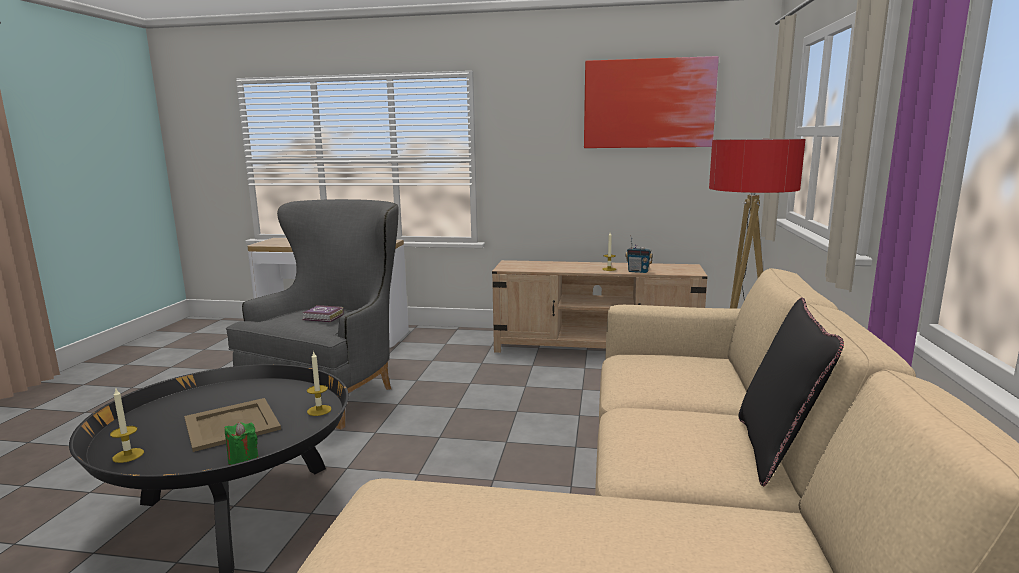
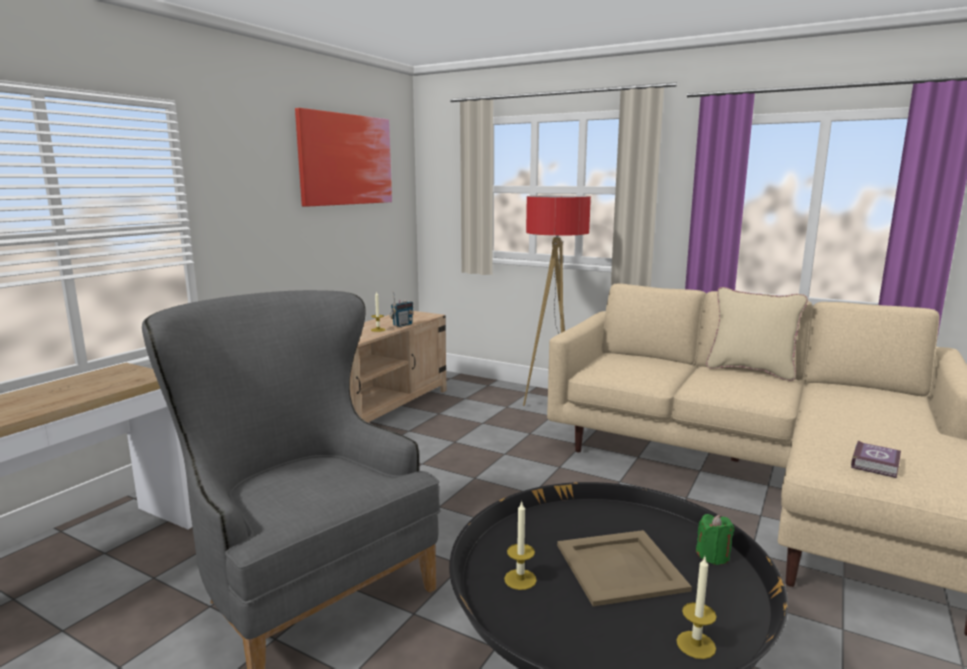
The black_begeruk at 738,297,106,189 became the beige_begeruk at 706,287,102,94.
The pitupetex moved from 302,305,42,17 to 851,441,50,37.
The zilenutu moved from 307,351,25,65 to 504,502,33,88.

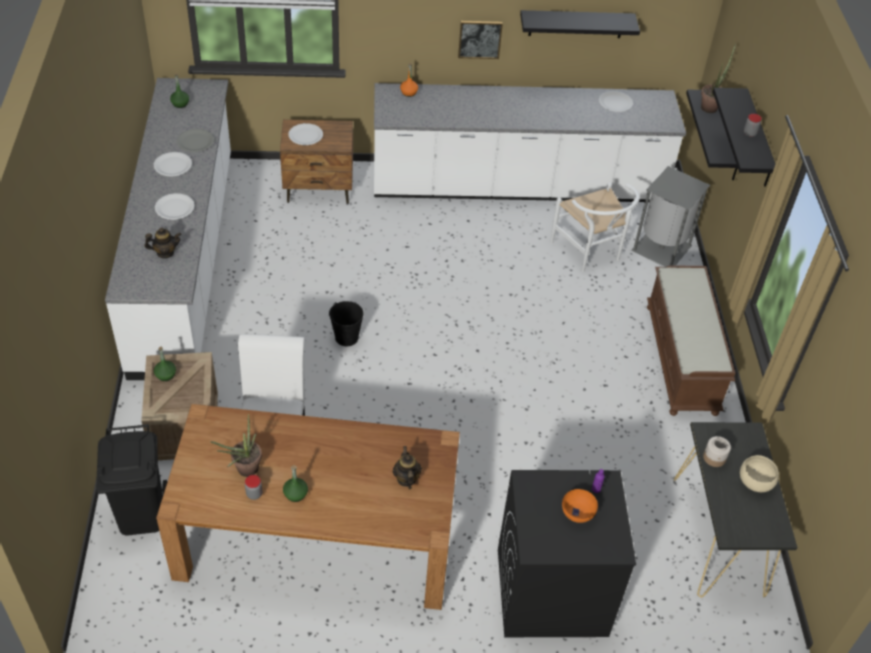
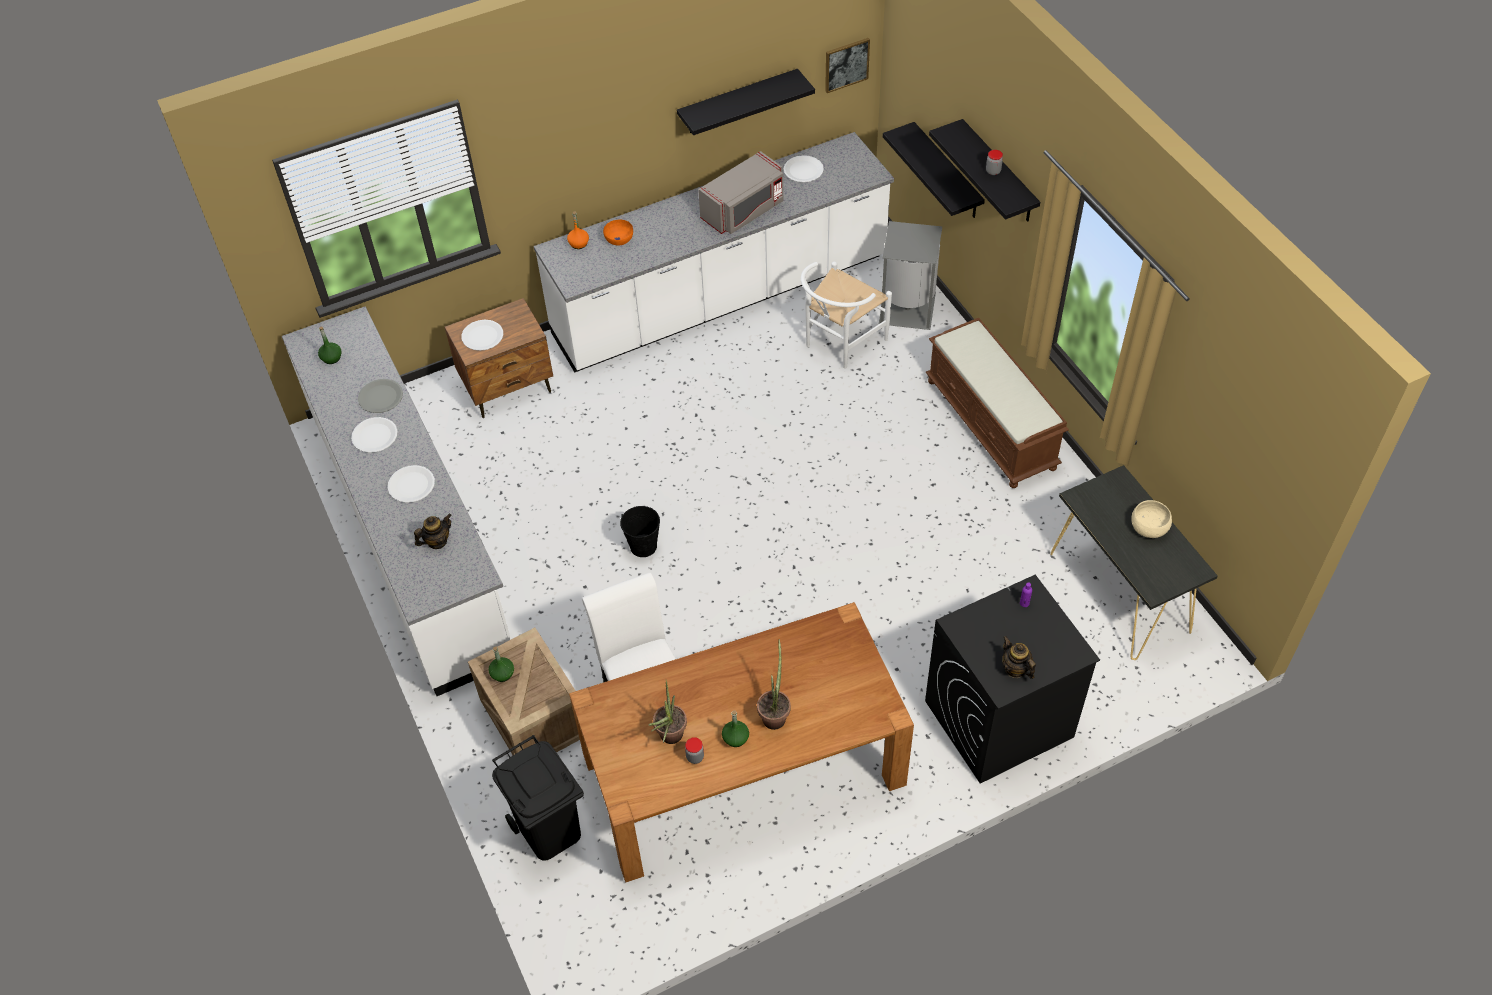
The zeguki moved from 458,21,45,38 to 825,38,45,55.
The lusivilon moved from 701,43,35,70 to 757,639,34,91.
The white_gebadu at 551,183,89,89 turned 90 degrees clockwise.
The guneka at 703,436,28,31 disappeared.
The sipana moved from 393,446,29,43 to 1002,636,34,43.
The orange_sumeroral moved from 562,489,36,34 to 603,220,30,26.
The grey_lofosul at 698,151,85,83 appeared.

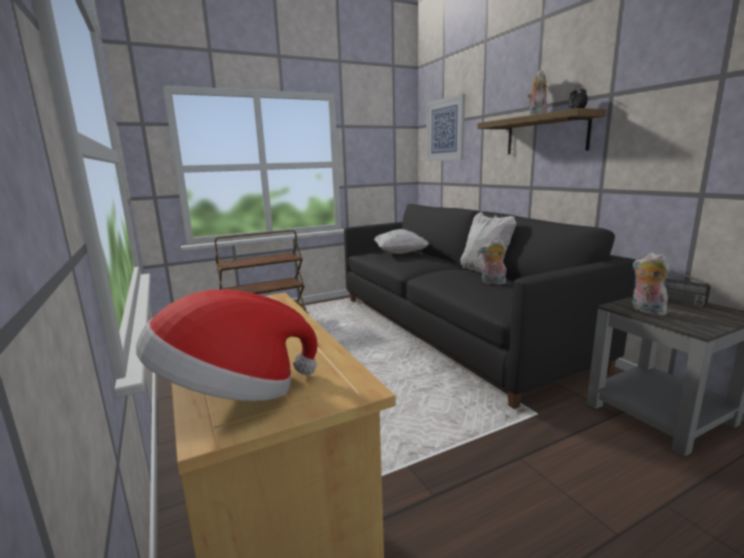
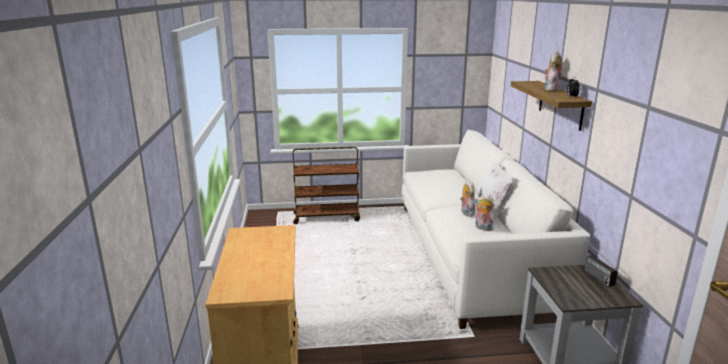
The zeguki at 426,94,39,67 disappeared.
The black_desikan at 344,204,292,205 became the white_desikan at 402,130,188,199.
The white_begeruk at 373,229,56,25 disappeared.
The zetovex moved from 632,253,38,63 to 460,180,15,37.
The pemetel at 136,289,182,112 disappeared.

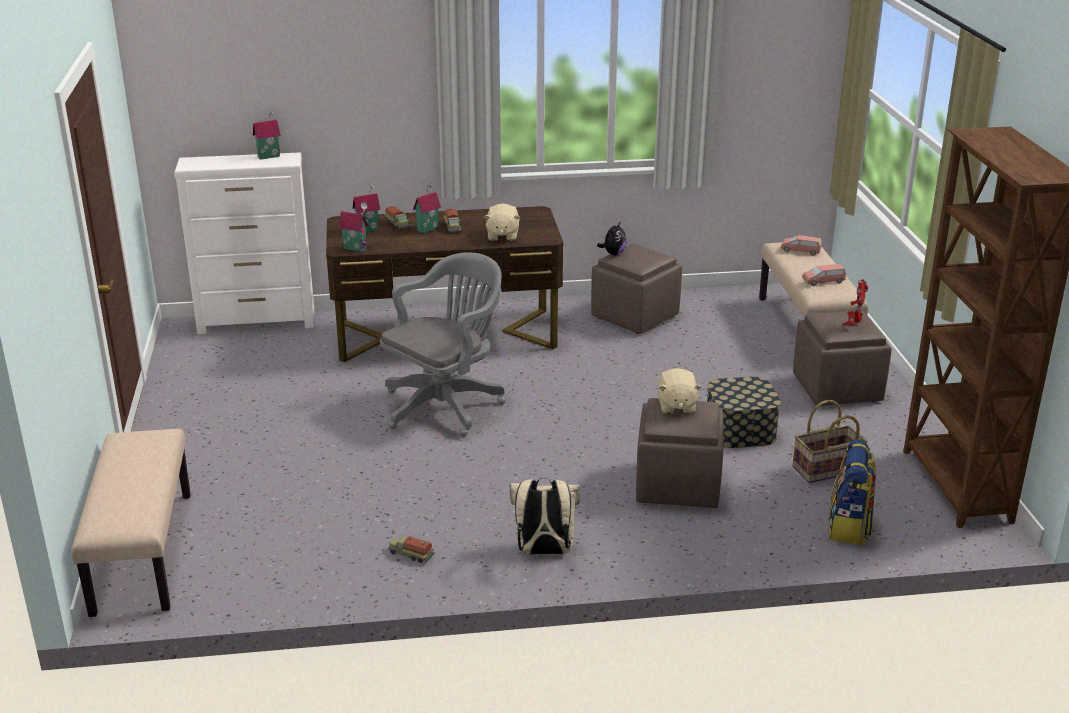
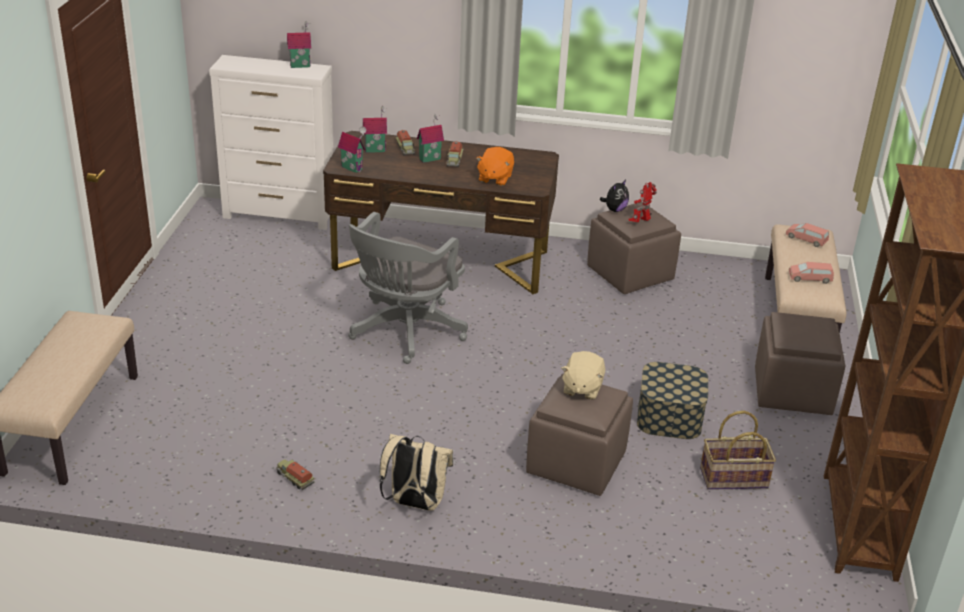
The beige_zetovex at 484,204,36,38 became the orange_zetovex at 476,147,38,39.
The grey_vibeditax at 380,252,126,185 turned 150 degrees clockwise.
The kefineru moved from 843,279,25,46 to 628,182,29,40.
The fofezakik at 828,439,48,106 disappeared.

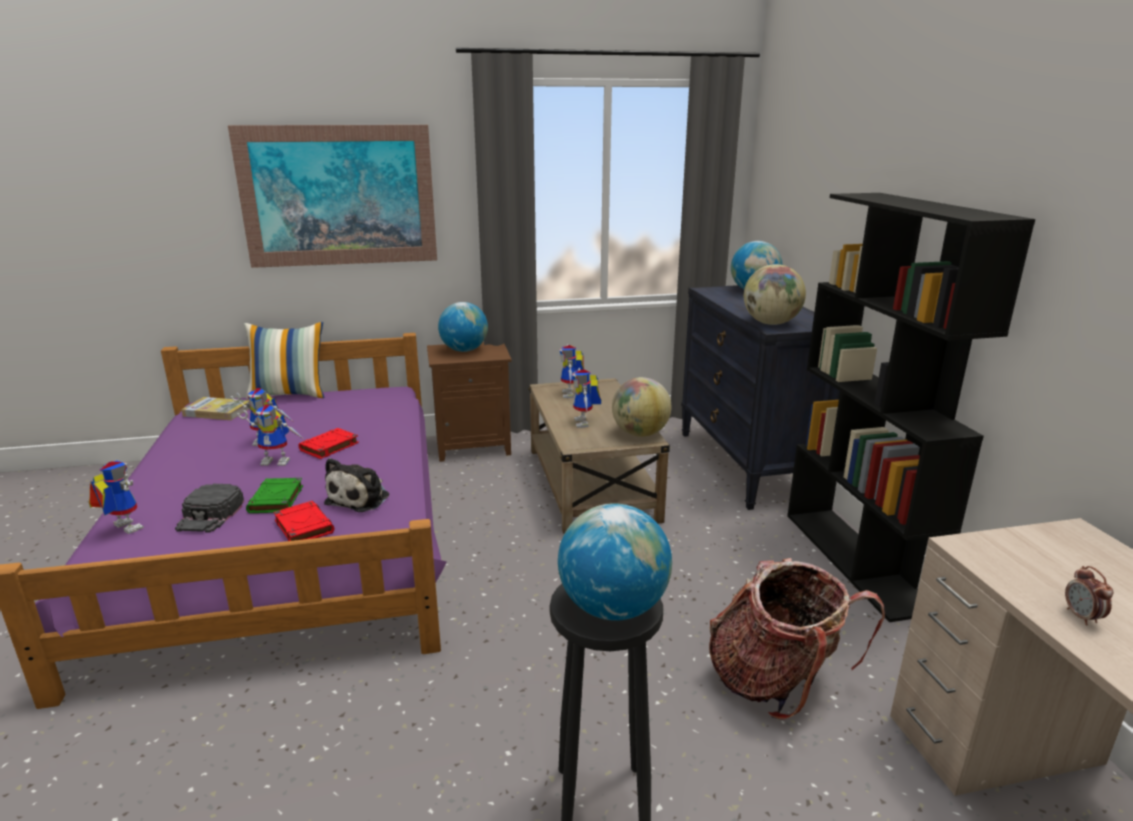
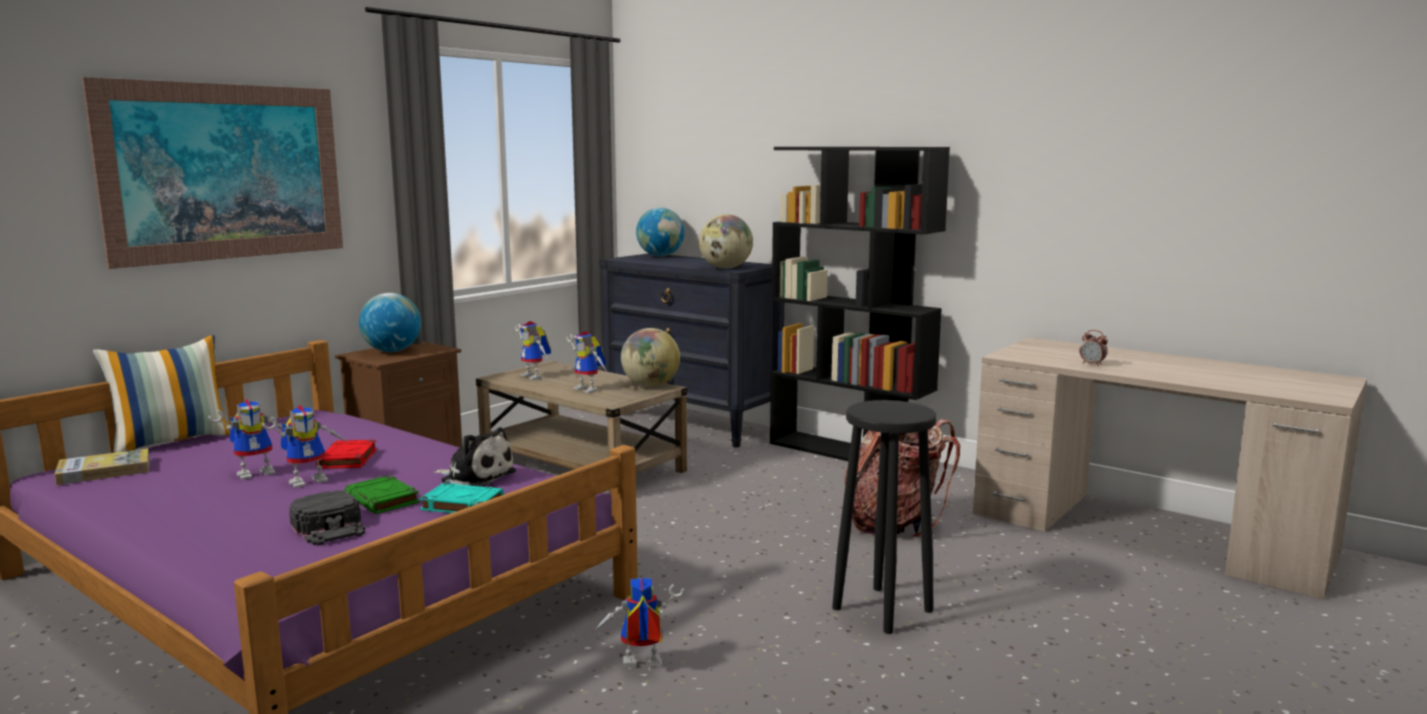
The zetovex at 324,458,65,54 turned 45 degrees counterclockwise.
The kefineru moved from 89,460,55,74 to 593,578,91,90.
The red_pitupetex at 274,501,60,40 became the turquoise_pitupetex at 419,483,85,30.
The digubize at 558,503,114,118 disappeared.

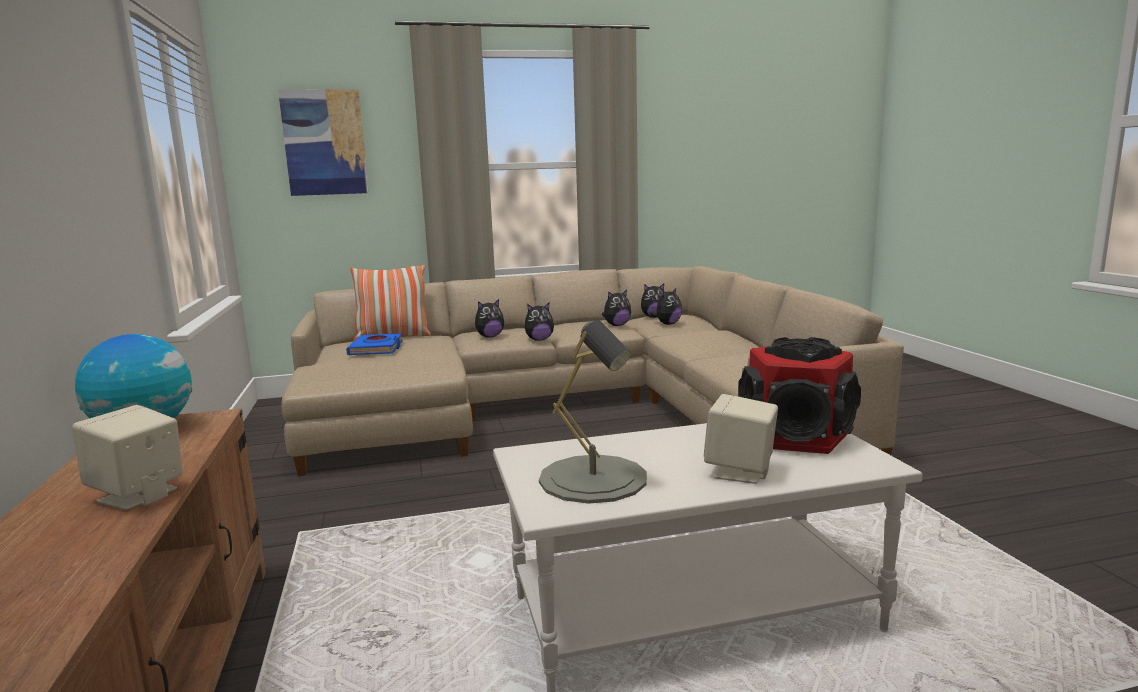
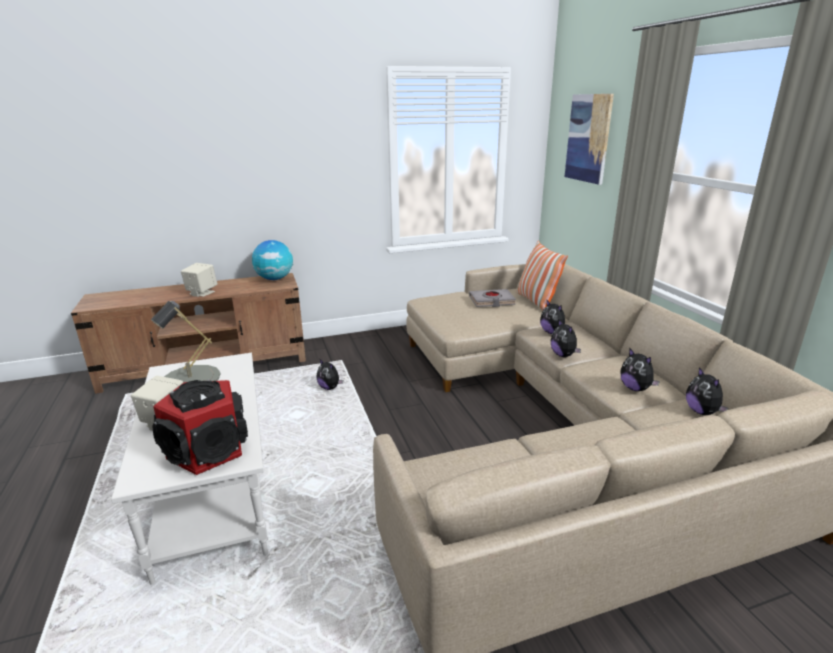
The zetovex moved from 650,288,32,37 to 316,359,27,31.
The blue_pitupetex at 346,333,57,22 became the grey_pitupetex at 469,289,47,18.

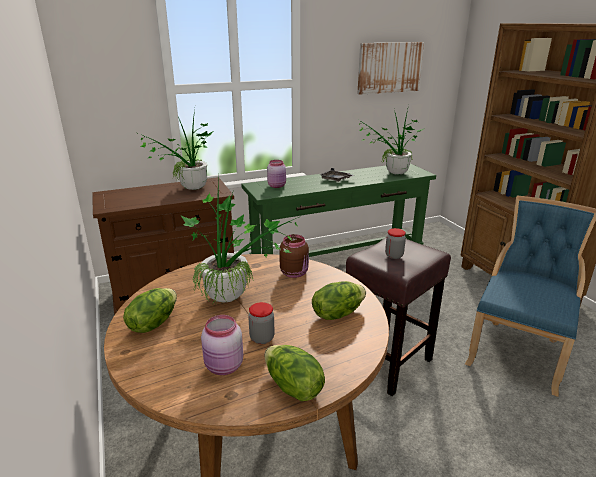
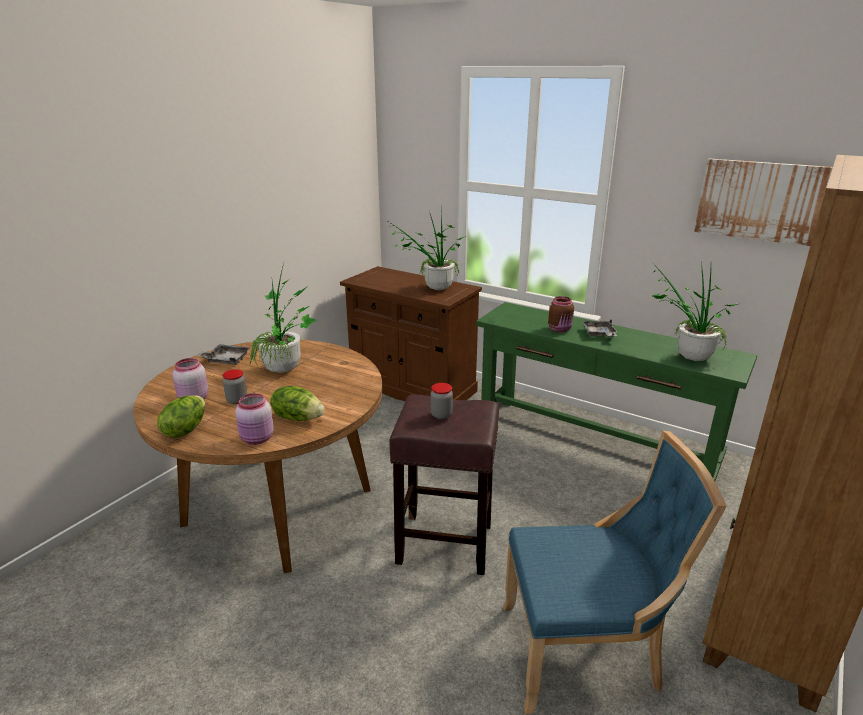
The pink_guneka moved from 267,160,19,28 to 235,393,39,52.
The brown_guneka moved from 279,234,30,44 to 548,296,26,36.
The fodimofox at 123,288,54,45 was replaced by the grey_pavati at 197,344,53,21.

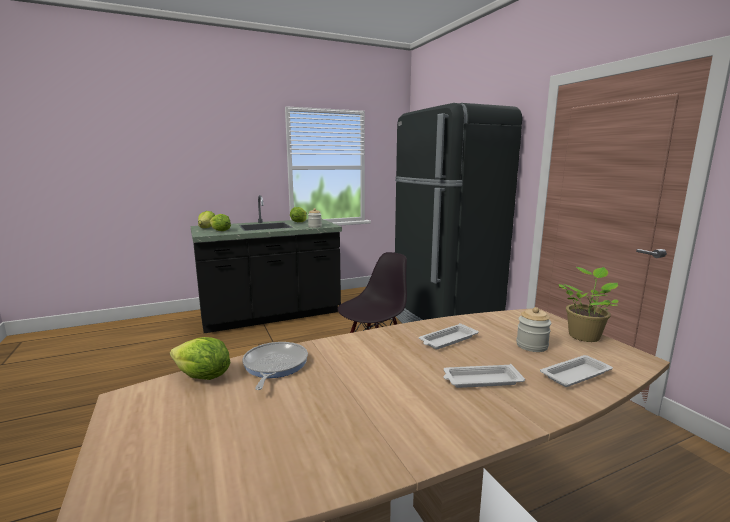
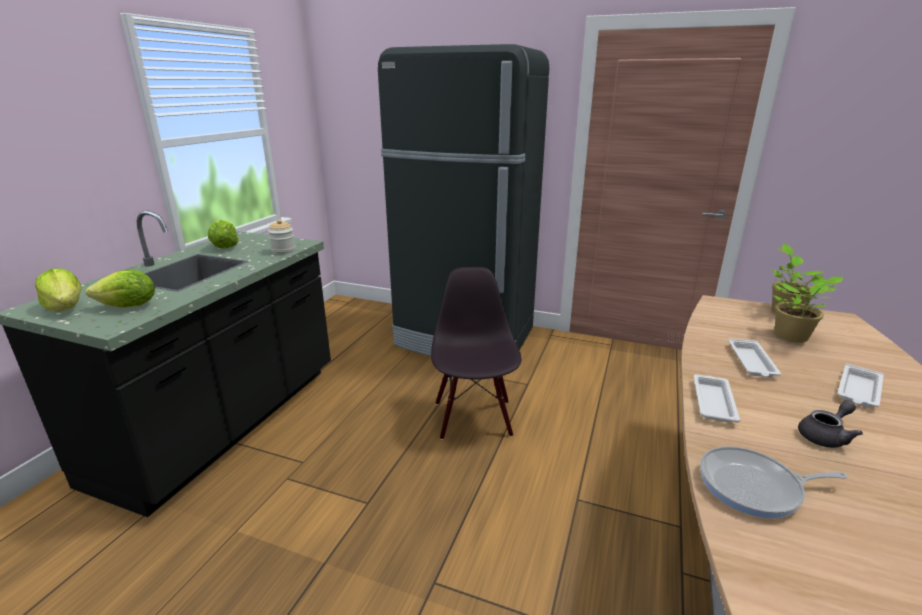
The guneka at 516,307,35,45 was replaced by the lusivilon at 773,277,70,66.
The fodimofox at 170,337,60,43 disappeared.
The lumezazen at 242,342,66,48 turned 45 degrees counterclockwise.
The white_pavati moved from 540,355,73,32 to 693,374,47,48.
The grey_sipana at 798,400,65,48 appeared.

